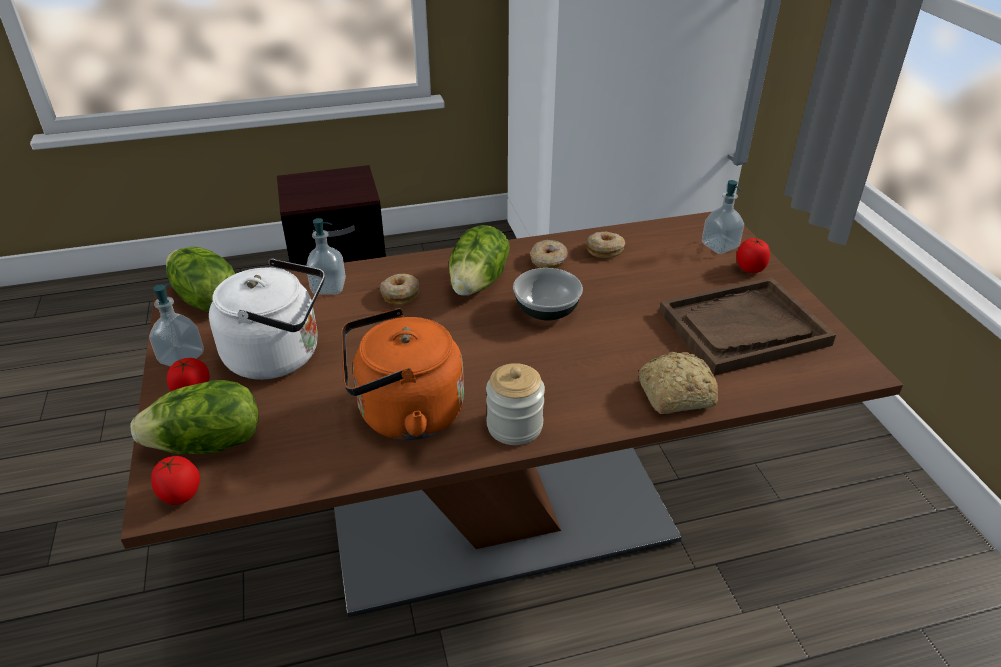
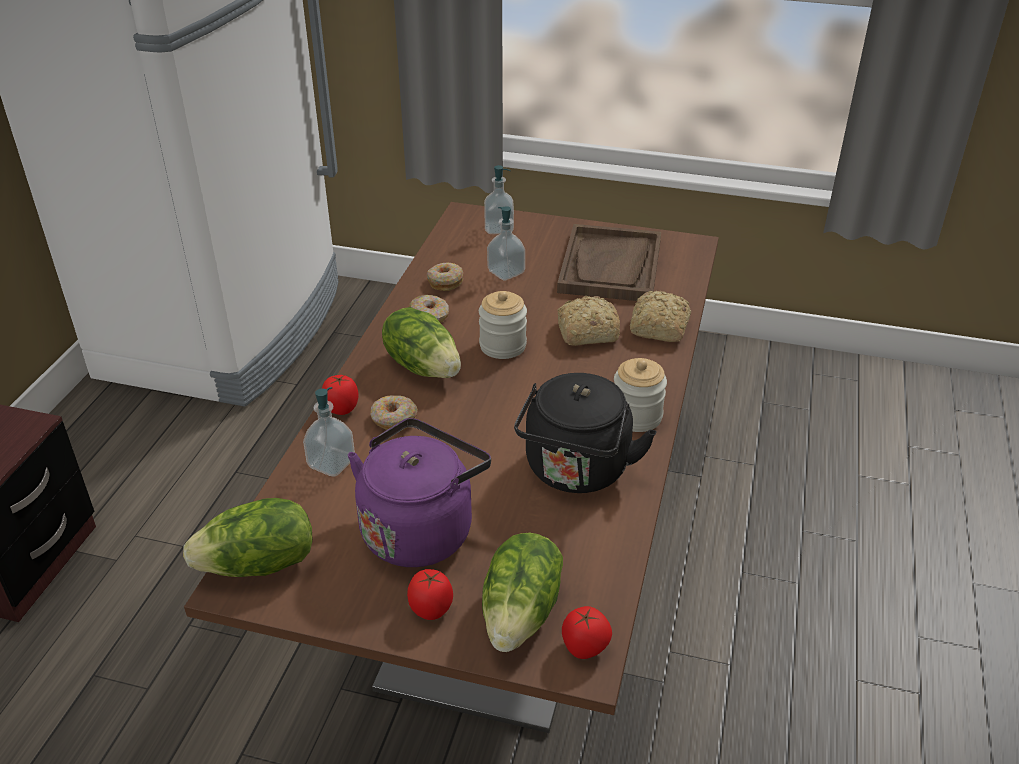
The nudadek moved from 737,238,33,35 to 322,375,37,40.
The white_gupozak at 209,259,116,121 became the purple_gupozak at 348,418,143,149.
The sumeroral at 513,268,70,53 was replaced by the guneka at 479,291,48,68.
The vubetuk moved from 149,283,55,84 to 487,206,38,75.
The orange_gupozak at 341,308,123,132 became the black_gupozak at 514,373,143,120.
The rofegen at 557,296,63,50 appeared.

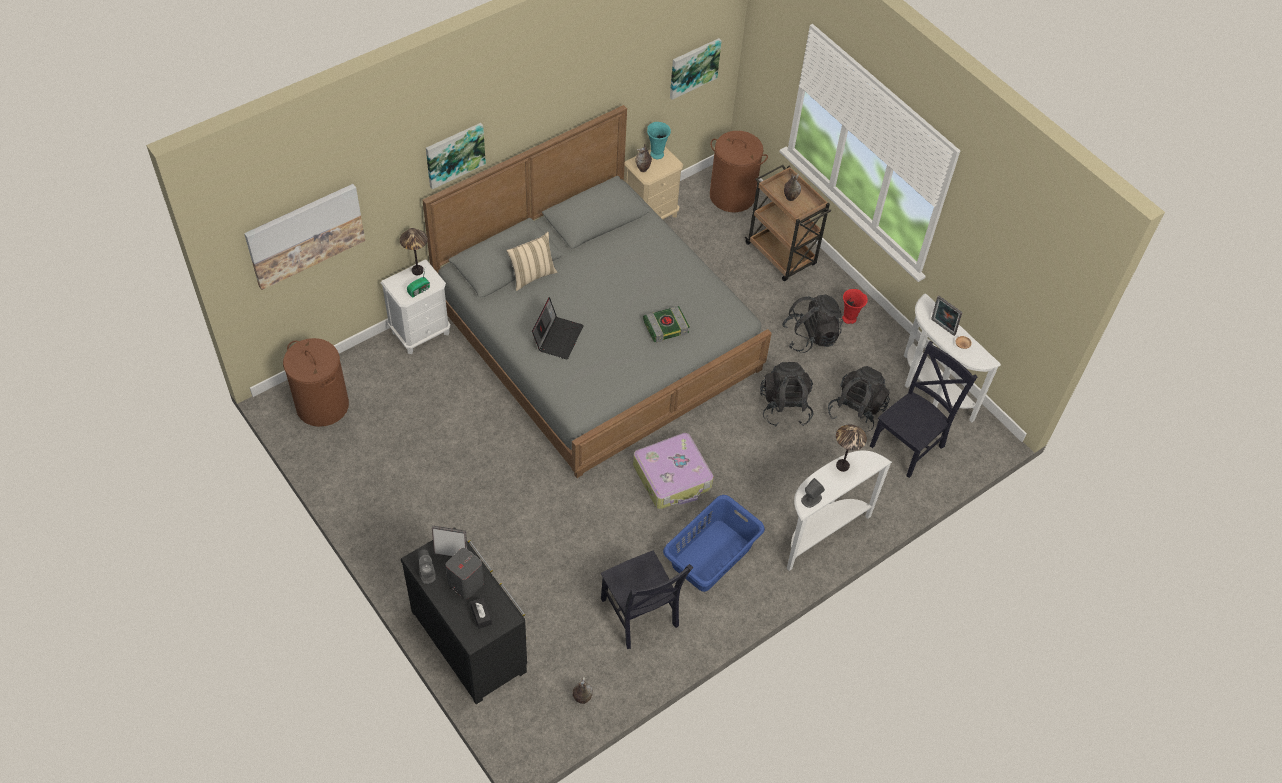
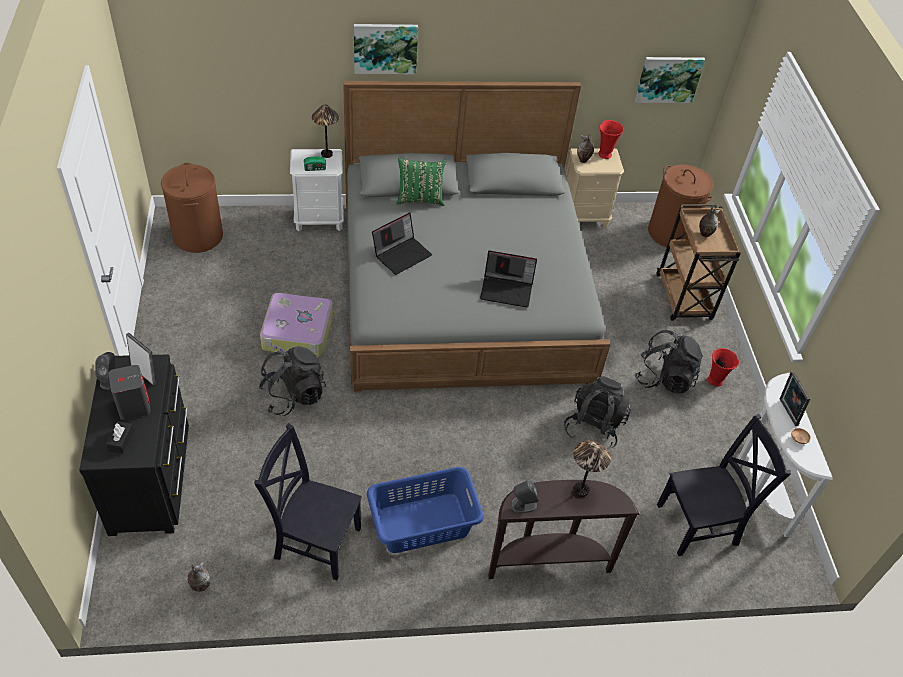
The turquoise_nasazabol at 647,122,24,37 became the red_nasazabol at 598,120,26,39.
The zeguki at 244,184,121,106 disappeared.
The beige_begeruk at 507,232,50,59 became the green_begeruk at 396,158,50,48.
The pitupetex at 643,306,47,37 was replaced by the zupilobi at 480,251,57,56.
The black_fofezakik moved from 828,366,62,66 to 258,346,68,70.
The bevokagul moved from 633,433,80,76 to 260,293,73,64.
The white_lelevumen at 787,450,105,121 became the brown_lelevumen at 488,480,152,99.
The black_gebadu at 601,551,92,98 turned 105 degrees clockwise.

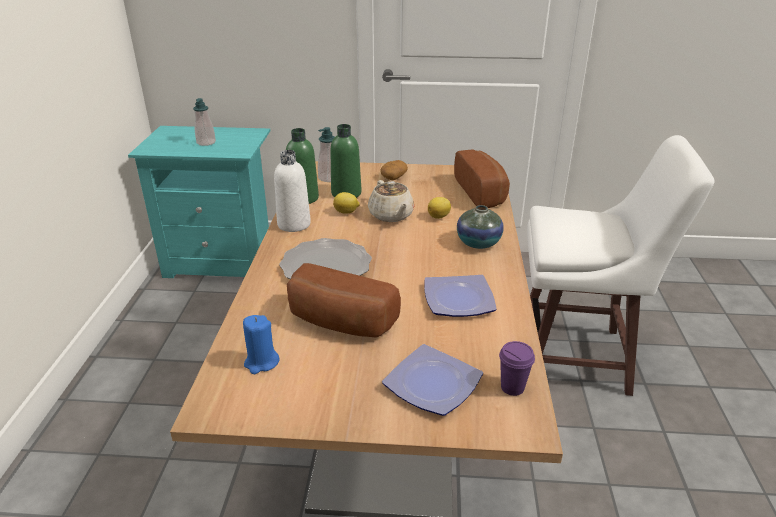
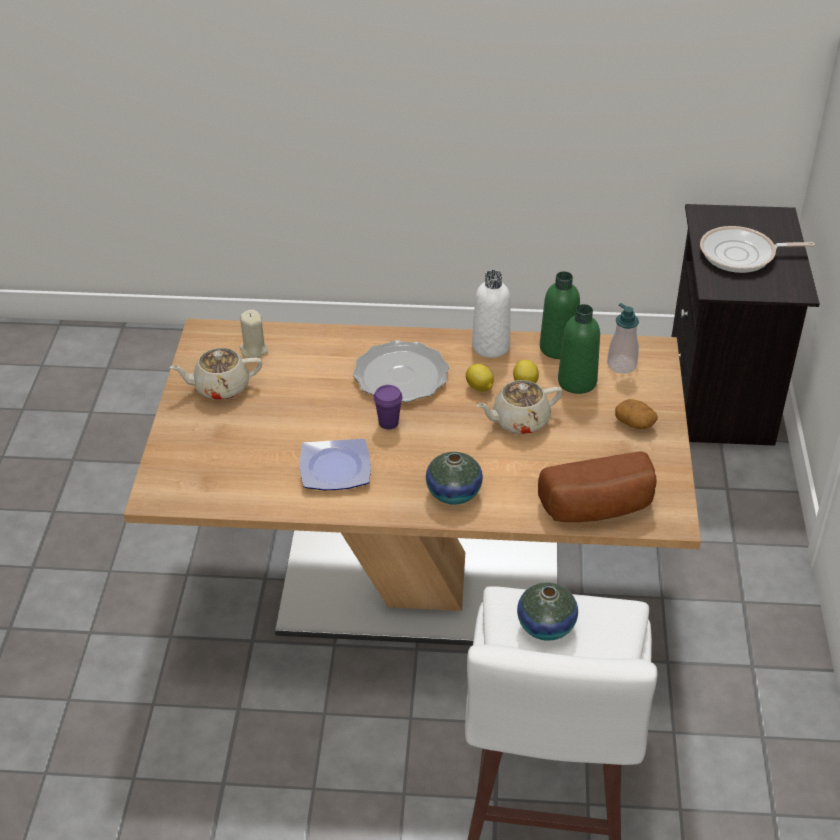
The vubetuk at 193,98,23,48 was replaced by the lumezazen at 700,226,115,47.
The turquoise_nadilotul at 128,126,142,152 became the black_nadilotul at 672,204,148,242.
The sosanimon moved from 428,197,23,22 to 466,364,28,28.
The rofegen at 287,263,114,74 disappeared.
The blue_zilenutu at 243,315,36,59 became the beige_zilenutu at 239,310,29,48.
The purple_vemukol moved from 499,341,36,55 to 374,385,28,44.
The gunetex at 382,344,101,72 disappeared.
The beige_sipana at 170,348,93,52 appeared.
The nasazabol at 517,583,61,58 appeared.

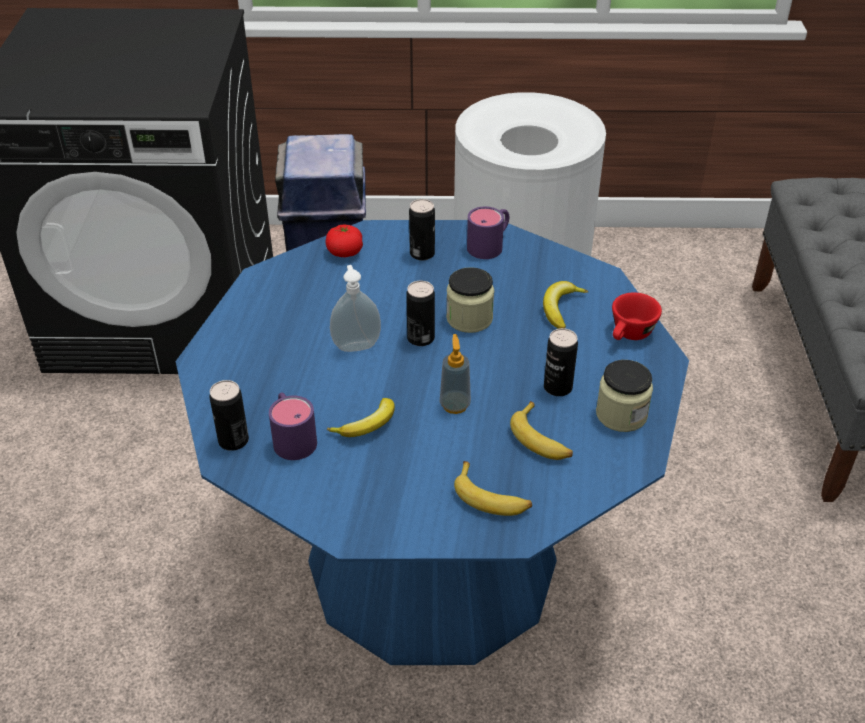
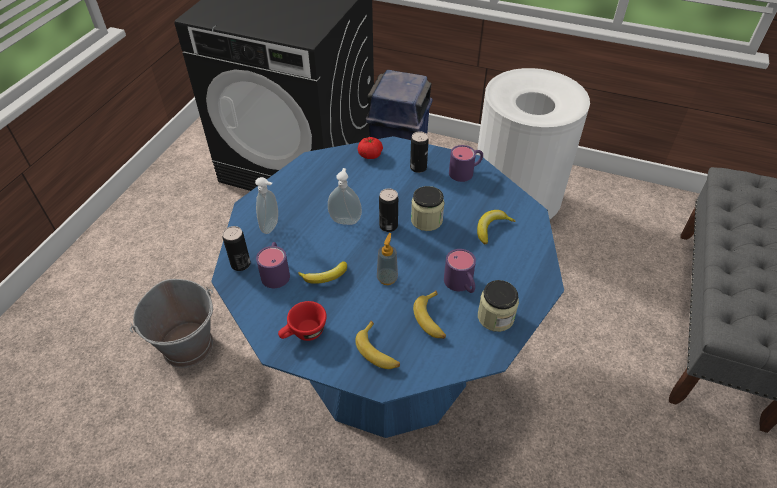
The red_vemukol moved from 612,293,50,47 to 278,301,49,40.
The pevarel at 544,328,34,68 was replaced by the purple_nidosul at 444,249,32,44.
The vubetuk at 255,177,23,57 appeared.
The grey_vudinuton at 129,279,84,89 appeared.

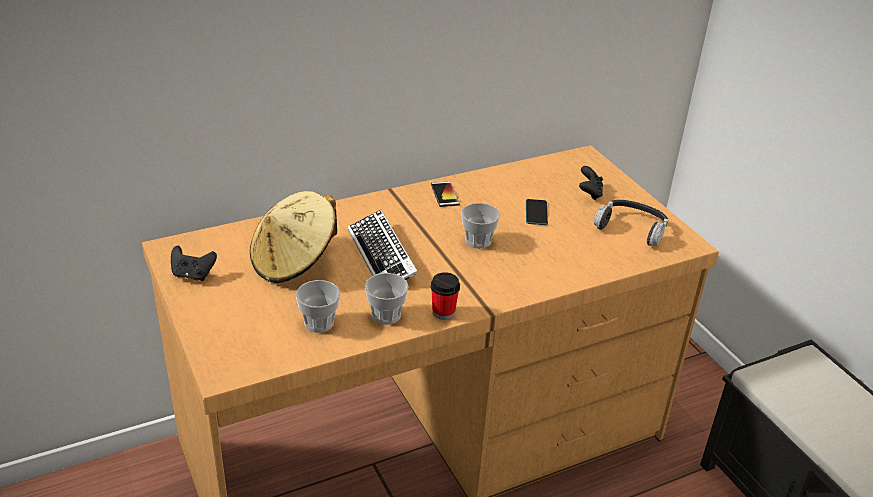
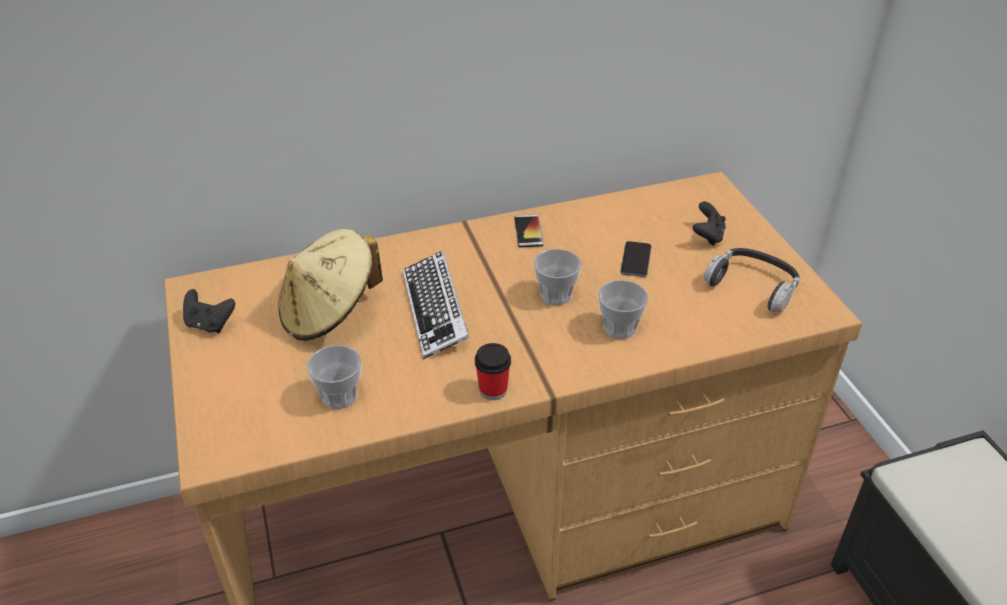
The vemukol moved from 365,273,44,52 to 598,280,50,59.

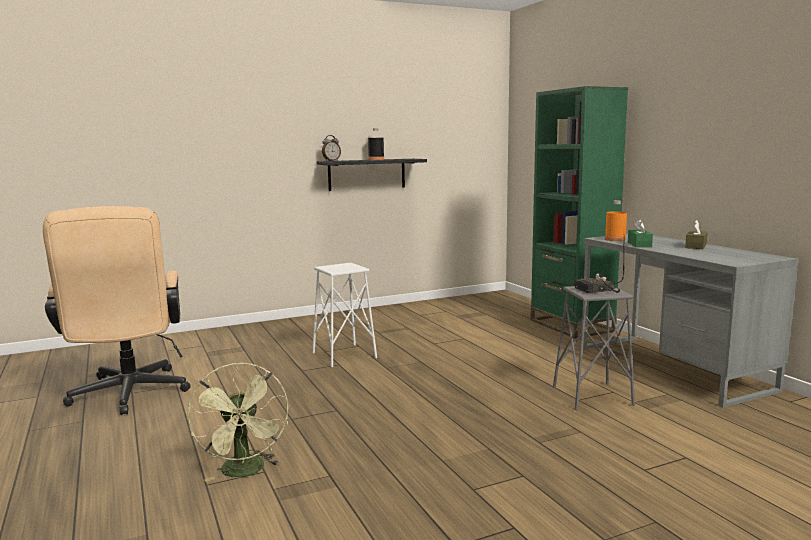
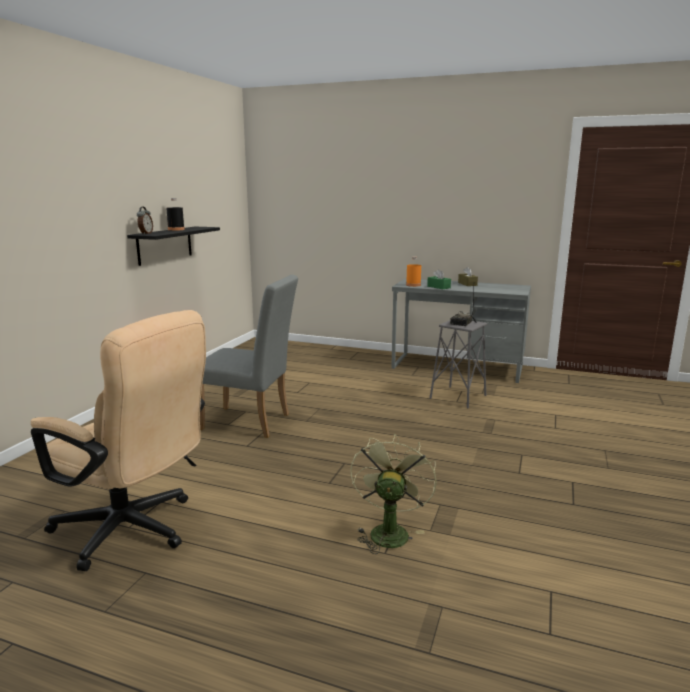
The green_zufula at 530,86,98,253 disappeared.
The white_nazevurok at 312,263,65,104 was replaced by the grey_gebadu at 200,275,98,163.
The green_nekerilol at 188,363,100,119 turned 105 degrees counterclockwise.

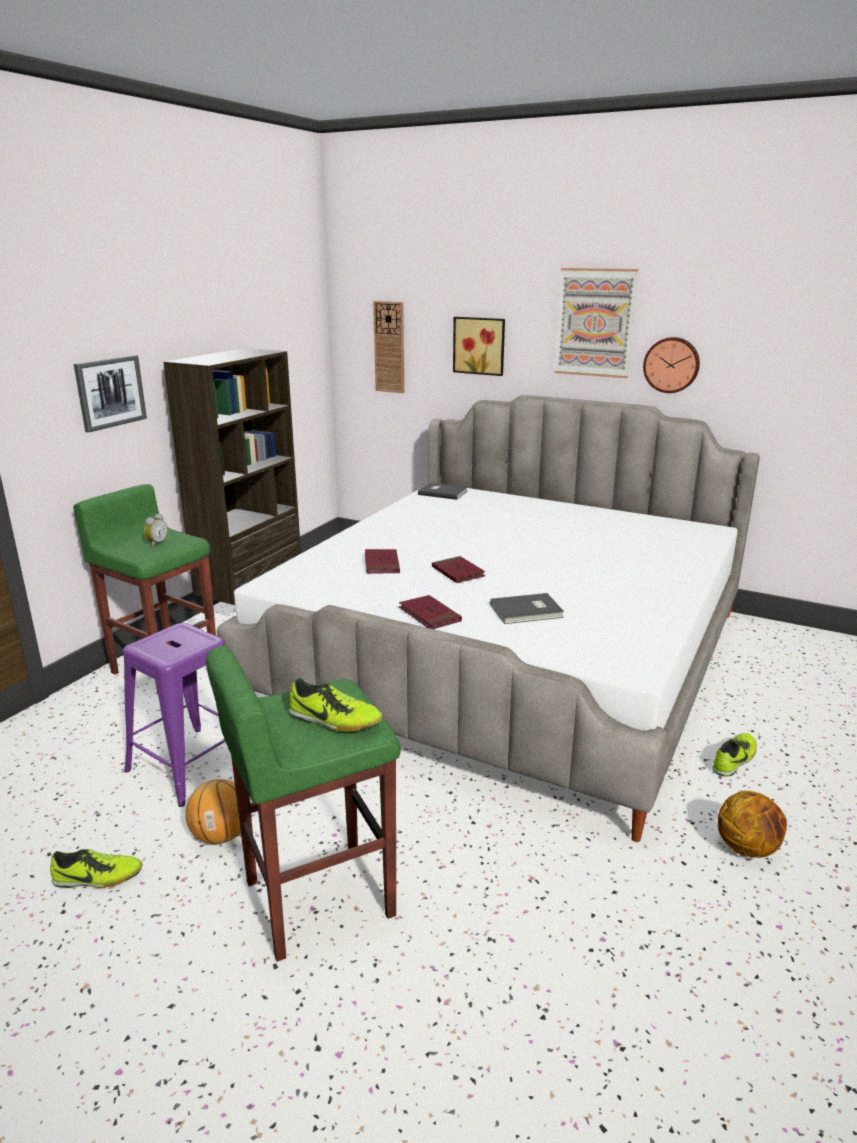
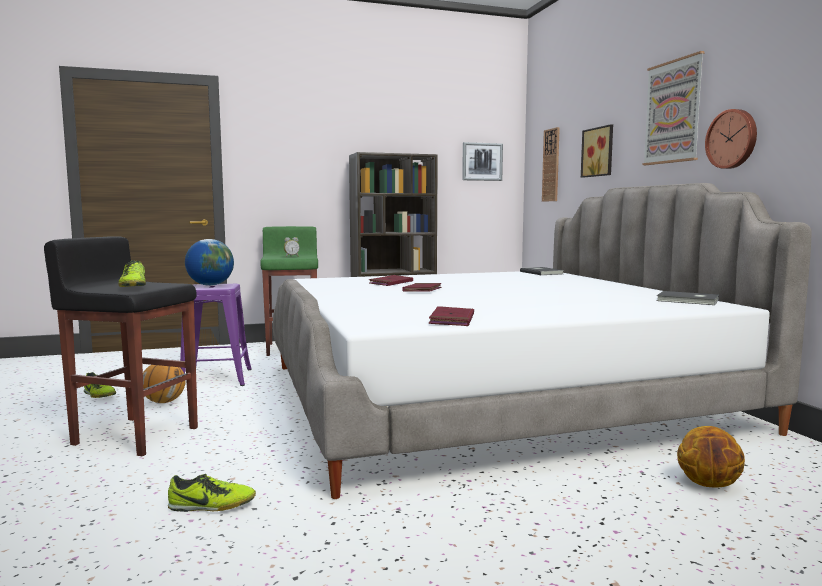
The zeguki moved from 74,355,73,77 to 462,142,41,39.
The grey_pitupetex moved from 490,593,74,31 to 656,291,63,14.
The red_pitupetex moved from 399,595,63,34 to 429,306,45,20.
The green_nazevurok at 206,646,195,316 became the black_nazevurok at 44,236,154,220.
The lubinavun moved from 712,733,45,44 to 168,474,88,38.
The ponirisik moved from 718,791,69,67 to 677,426,68,61.
The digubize at 185,239,49,47 appeared.

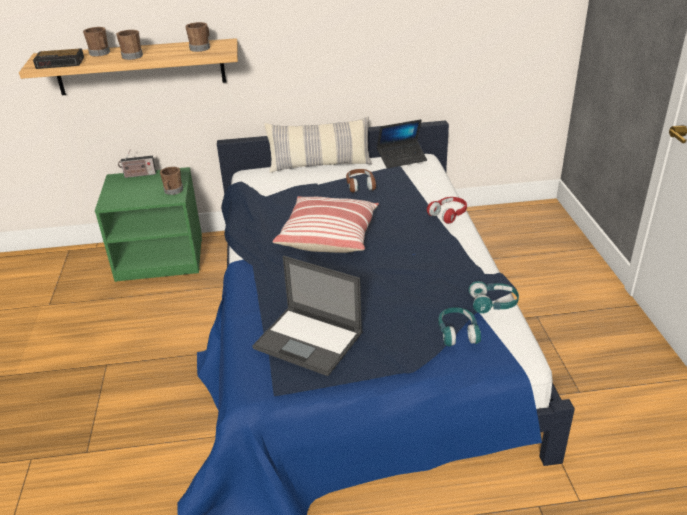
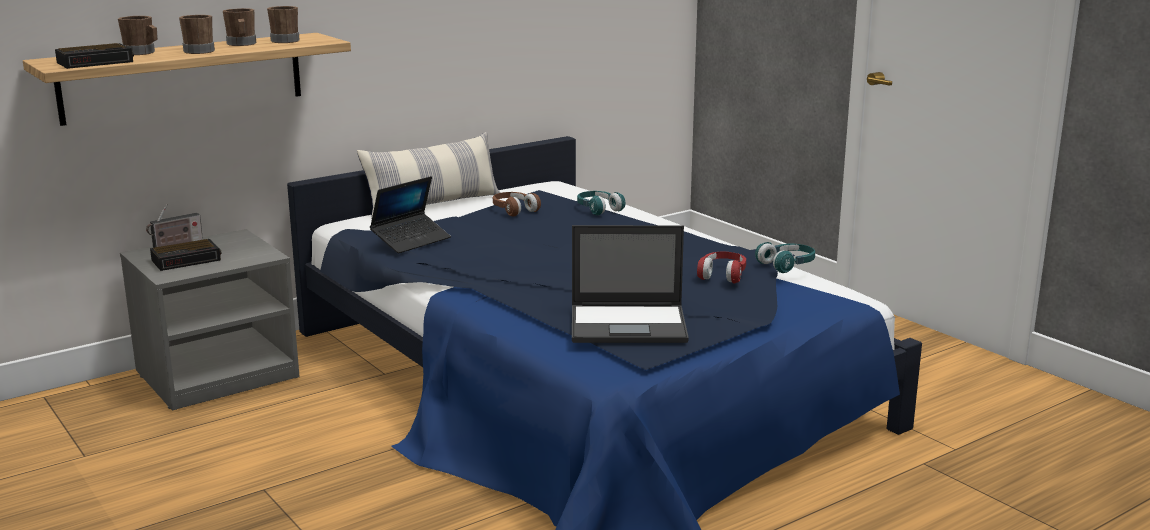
The zupilobi moved from 377,119,50,49 to 370,176,81,77.
The green_nadilotul at 95,167,107,115 became the grey_nadilotul at 120,229,180,182.
The brown_nidosul moved from 160,167,23,28 to 223,8,33,38.
The begeruk at 273,196,106,57 disappeared.
The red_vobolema moved from 427,197,40,27 to 697,252,49,31.
The turquoise_vobolema moved from 438,307,43,39 to 577,191,48,24.
The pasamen at 150,239,72,32 appeared.

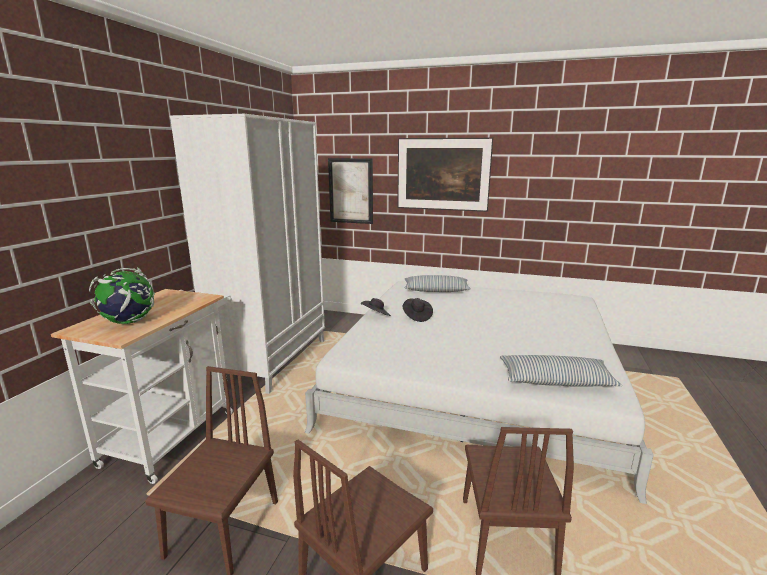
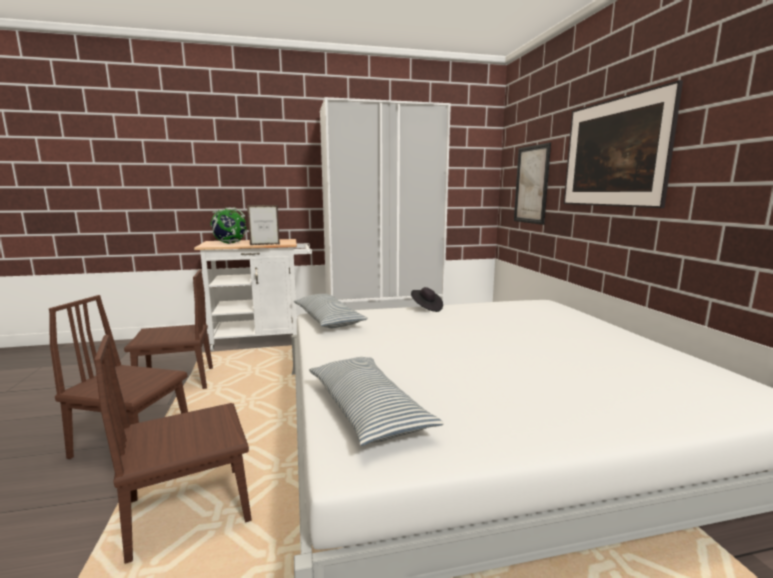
The begeruk moved from 404,275,67,17 to 294,294,74,34.
The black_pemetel at 403,298,30,24 disappeared.
The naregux at 247,205,33,40 appeared.

